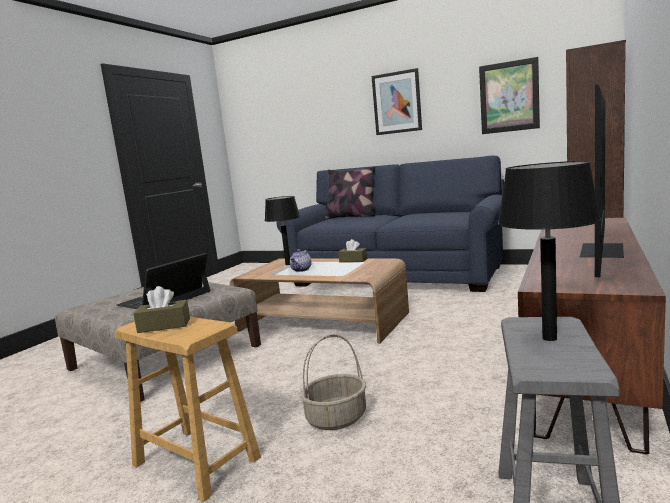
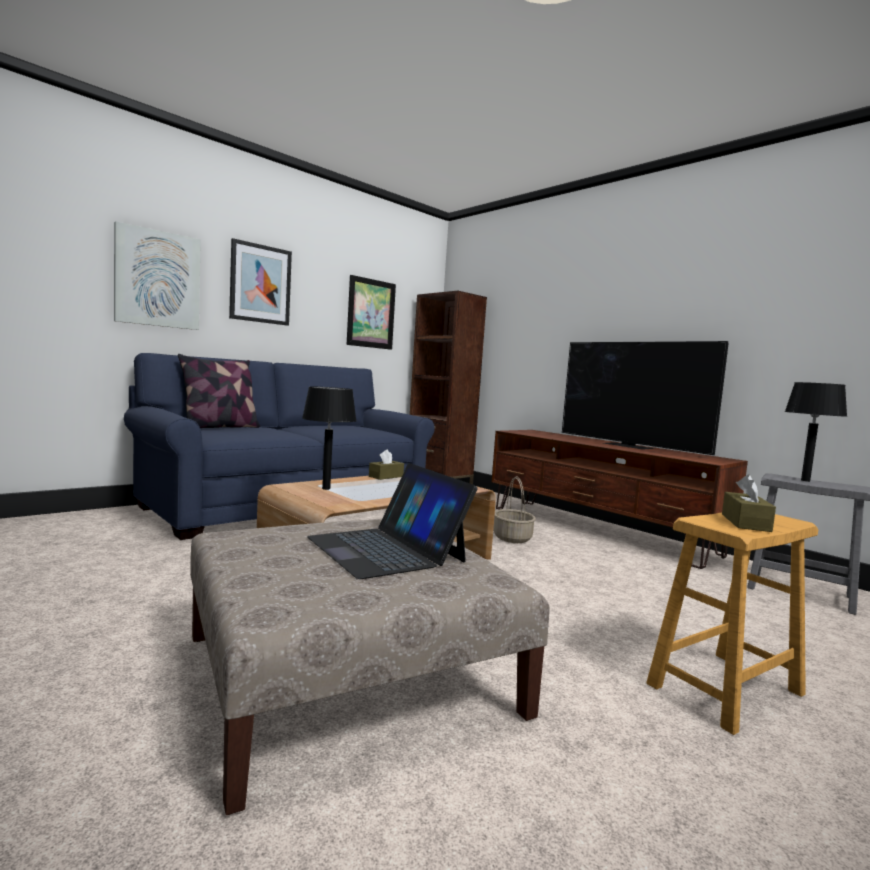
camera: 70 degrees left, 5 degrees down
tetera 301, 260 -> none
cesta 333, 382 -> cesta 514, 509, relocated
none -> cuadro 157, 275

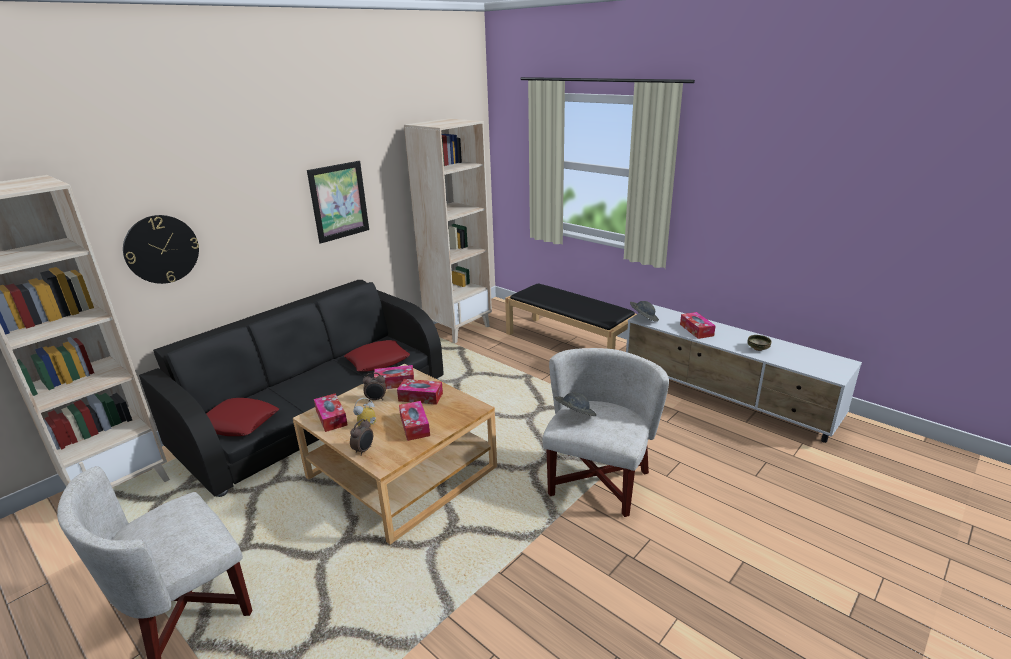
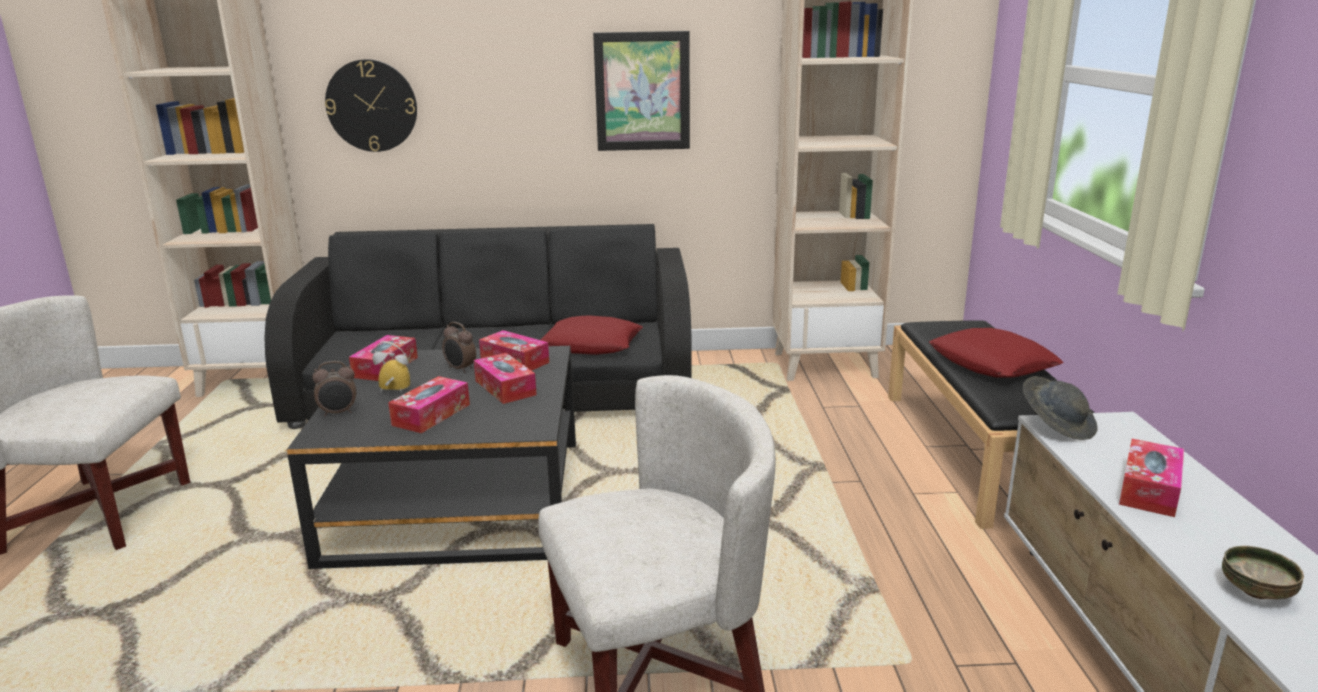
camera: 45 degrees right, 5 degrees down
cojín (rojo) 242, 417 -> cojín (rojo) 996, 353, relocated
mesa de centro (beis) 395, 454 -> mesa de centro (negro) 431, 457
sombrero (gris) 575, 404 -> none

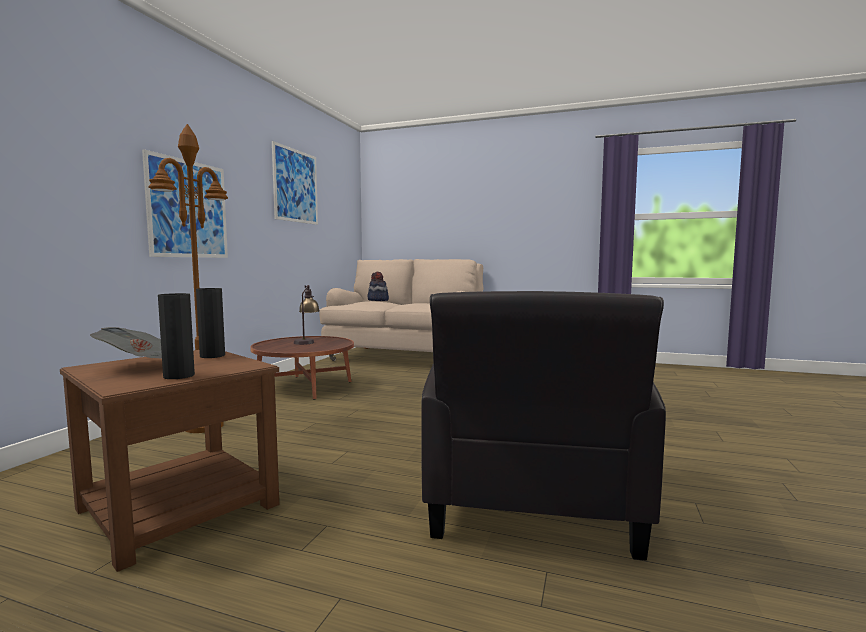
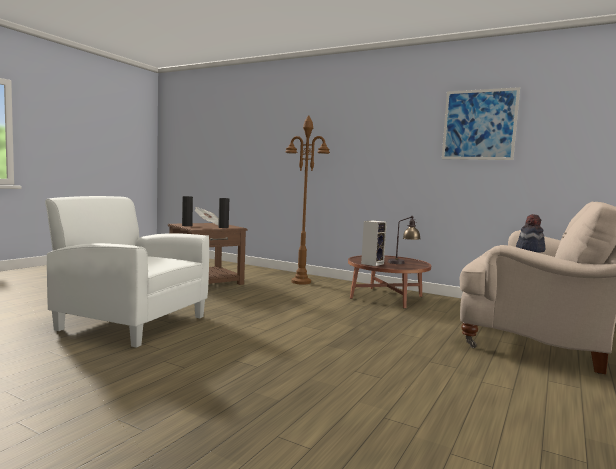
camera: 100 degrees right, 0 degrees up
cuadro 185, 203 -> none
sillón (negro) 543, 425 -> sillón (blanco) 127, 272
none -> altavoz 374, 243

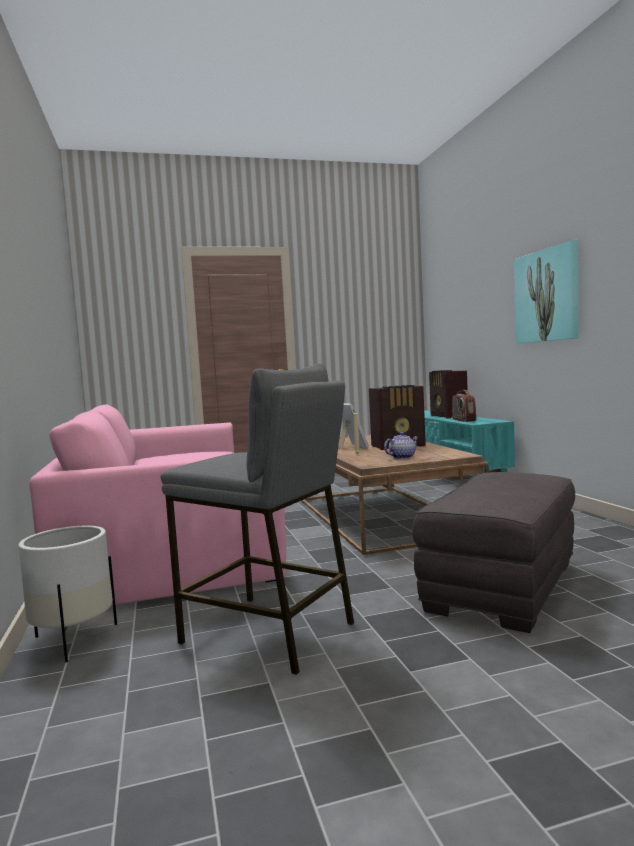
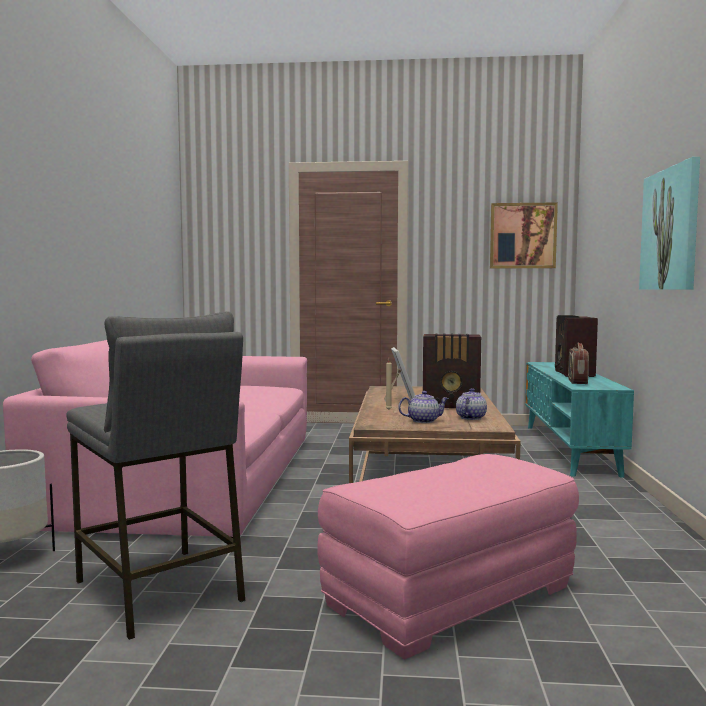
camera: 20 degrees right, 0 degrees up
puf (gris) 493, 552 -> puf (rosa) 448, 556
none -> tetera 471, 404
none -> cuadro 524, 235

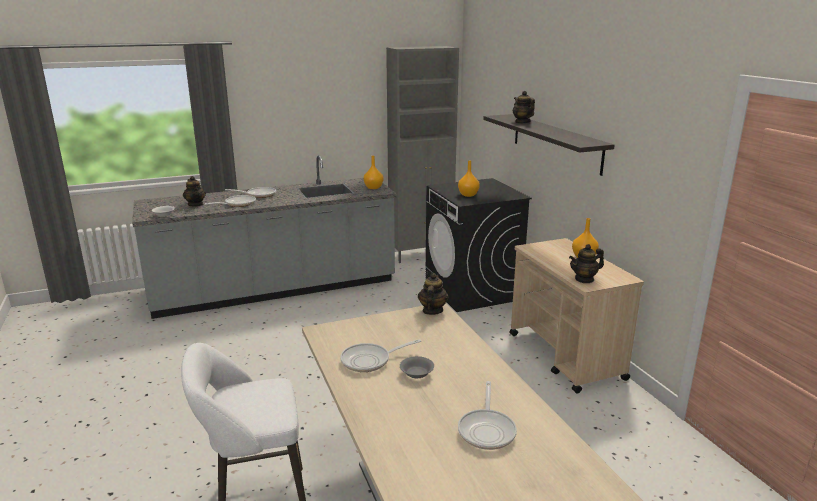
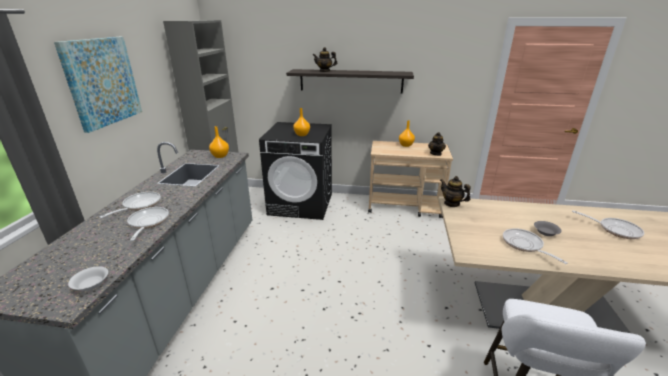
camera: 60 degrees left, 5 degrees up
tetera 194, 191 -> none
sartén 380, 355 -> sartén 535, 246, 150 degrees clockwise
none -> cuadro 98, 85

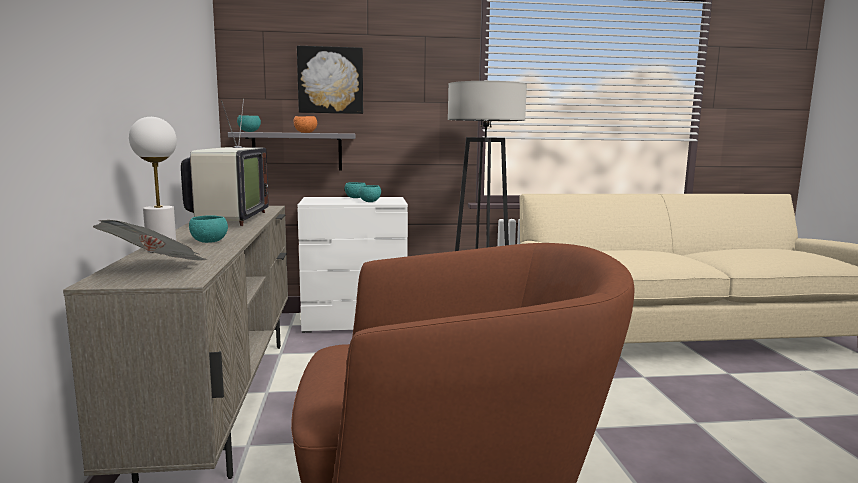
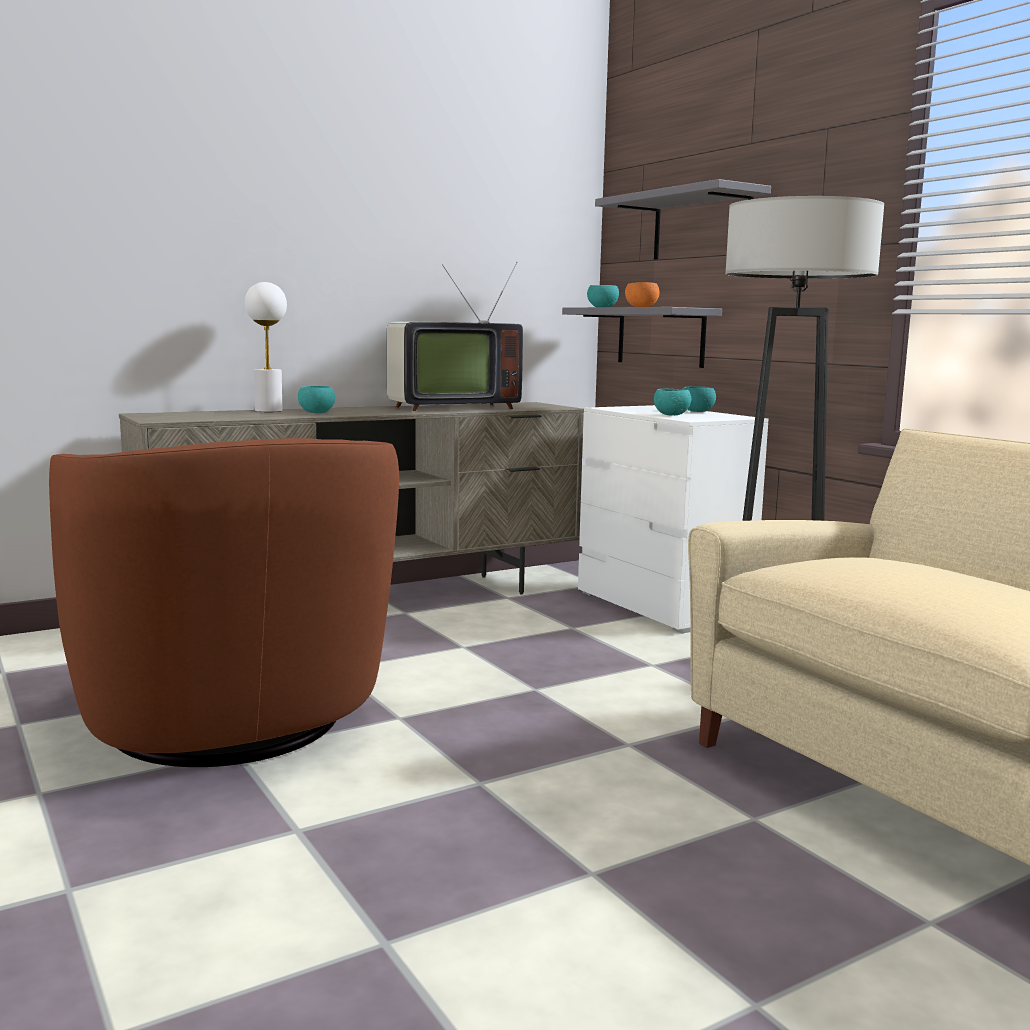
camera: 65 degrees right, 0 degrees up
periódico 150, 240 -> none
cuadro 330, 80 -> estante (gris) 683, 219

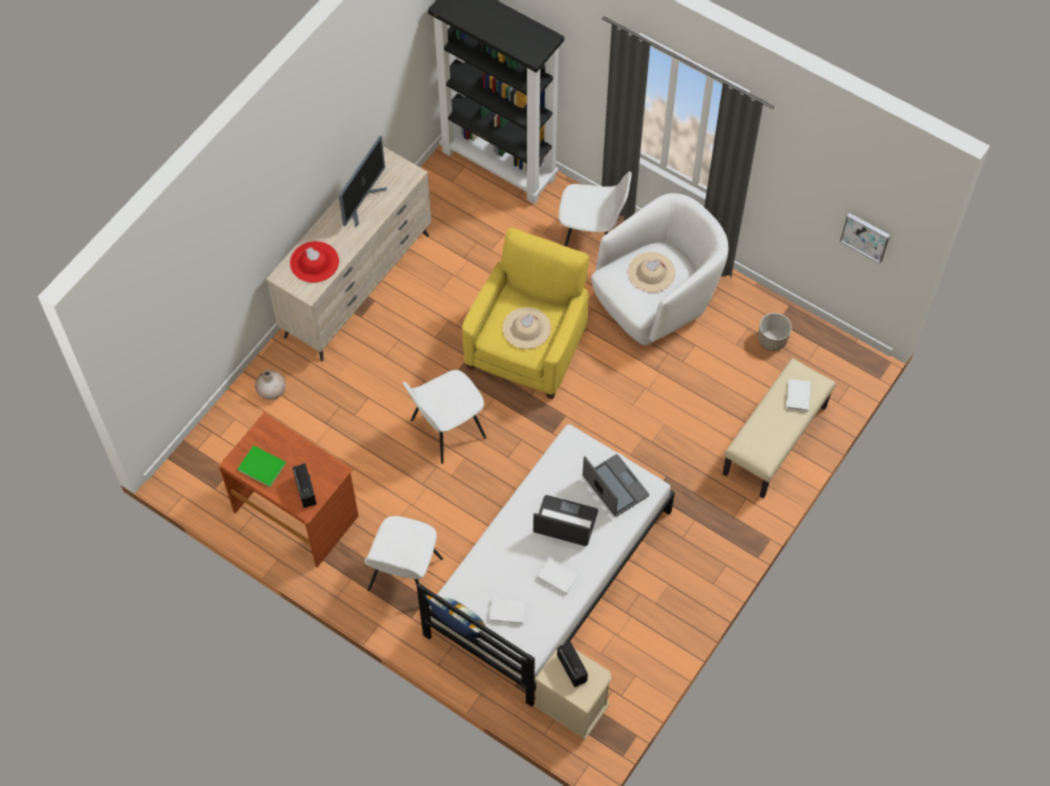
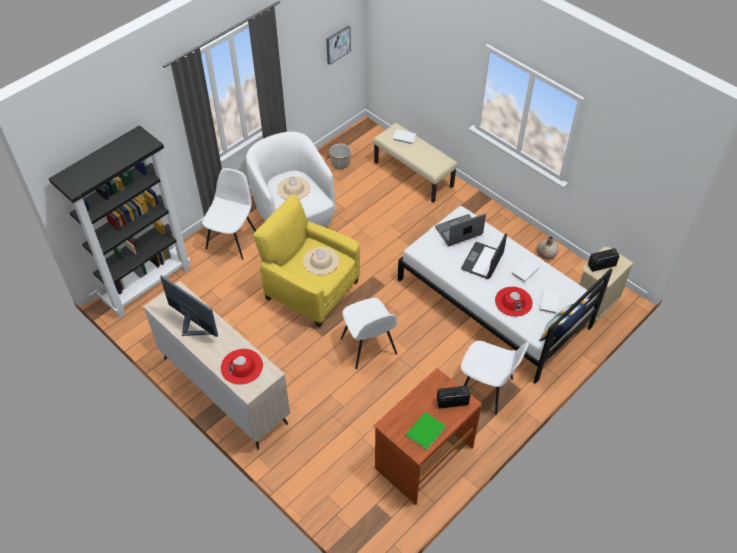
camera: 80 degrees left, 10 degrees down
florero (beis) 270, 385 -> florero (beis) 547, 248, relocated
none -> sombrero (rojo) 514, 301

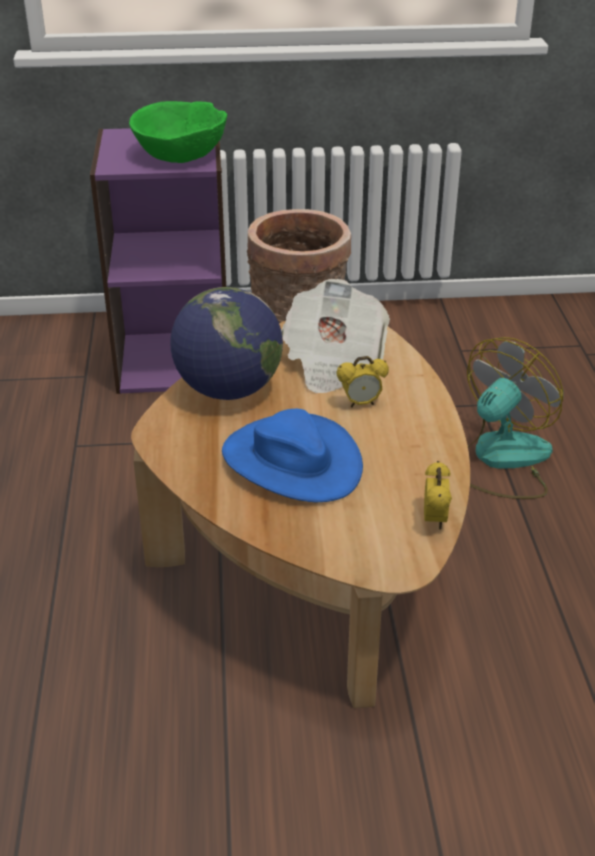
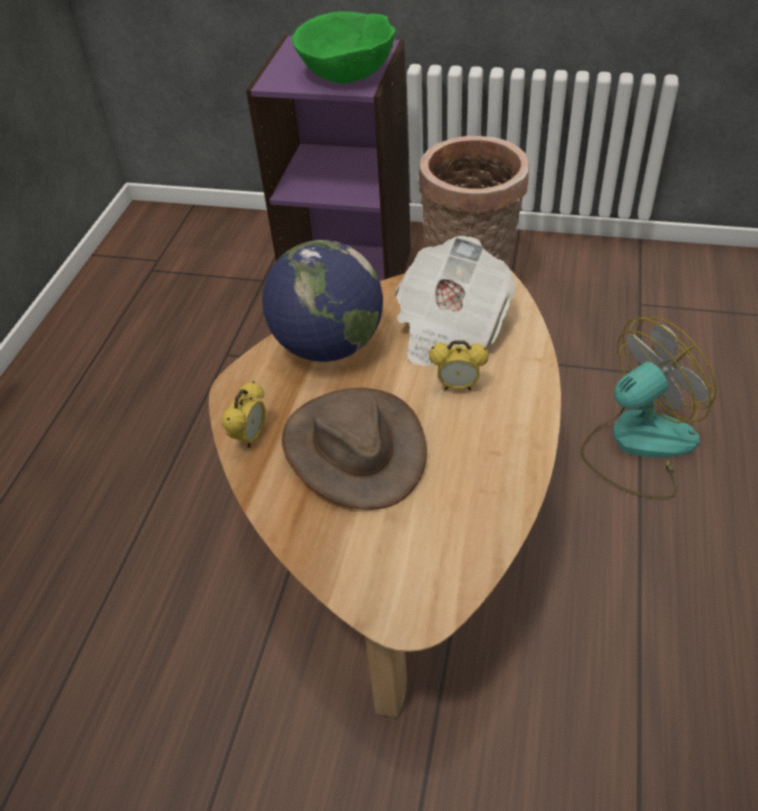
camera: 20 degrees right, 10 degrees up
sombrero (azul) 292, 455 -> sombrero (marrón) 353, 449
despertador 438, 495 -> despertador 244, 414, relocated

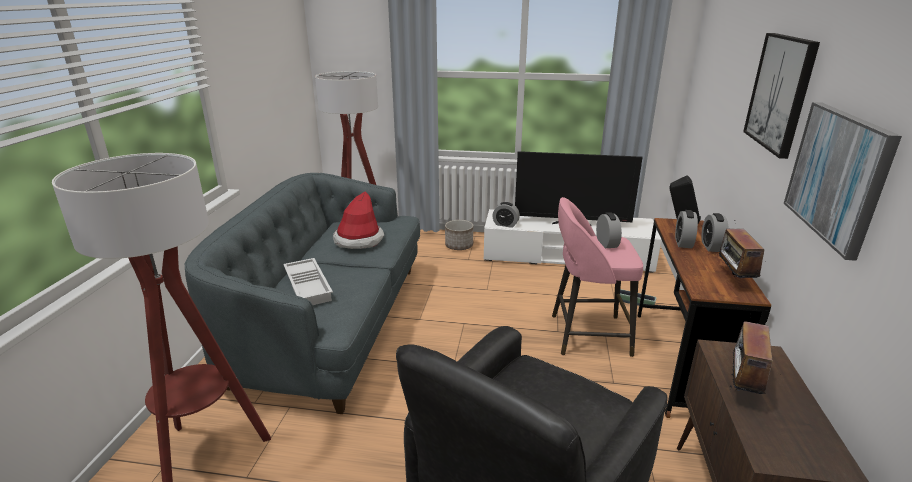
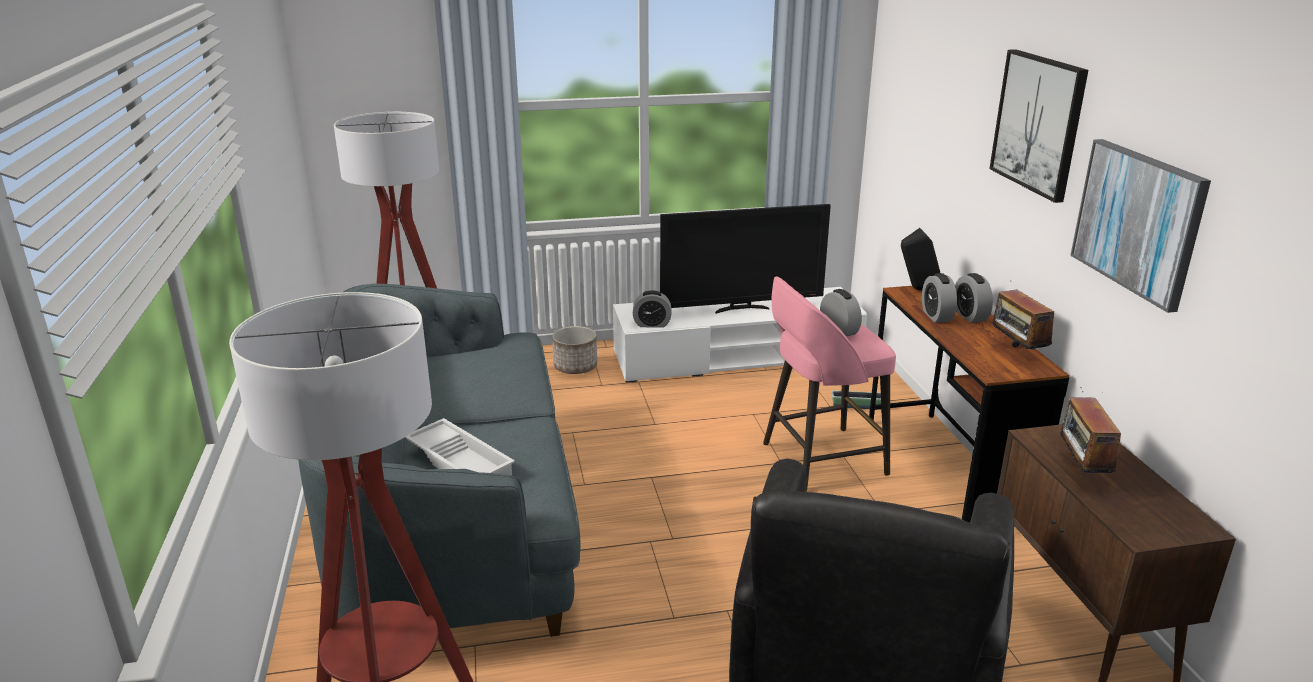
camera: 20 degrees left, 0 degrees up
sombrero 358, 220 -> none

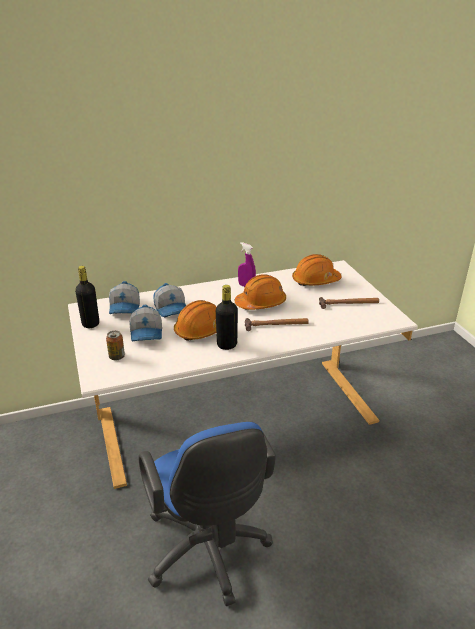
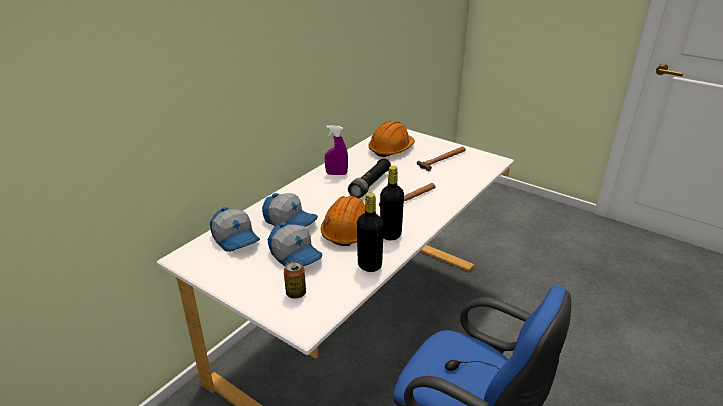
camera: 35 degrees left, 0 degrees up
botella (negro) 87, 297 -> botella (negro) 370, 232, relocated
casco (naranja) 260, 292 -> linterna (negro) 369, 178

